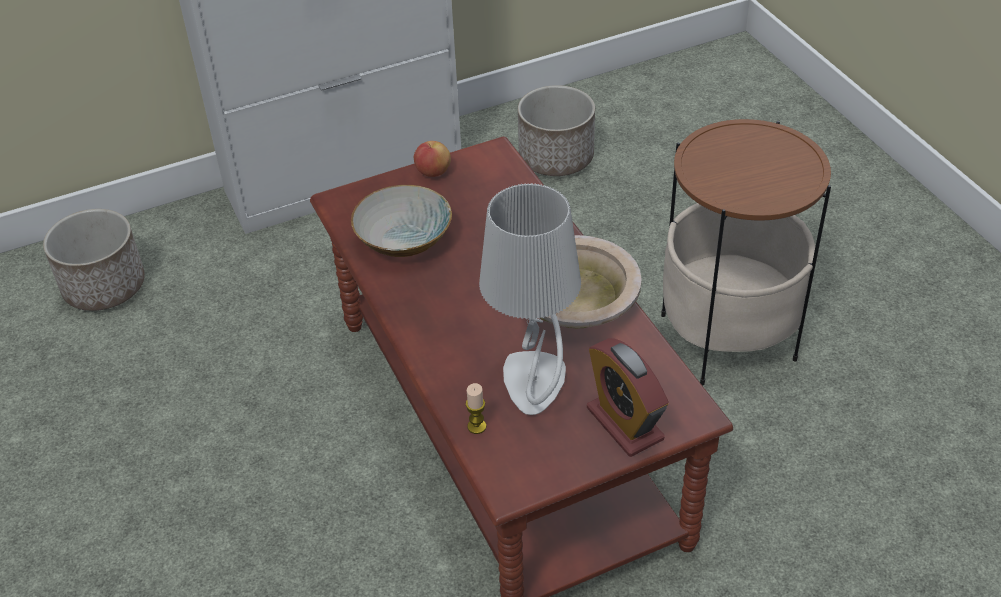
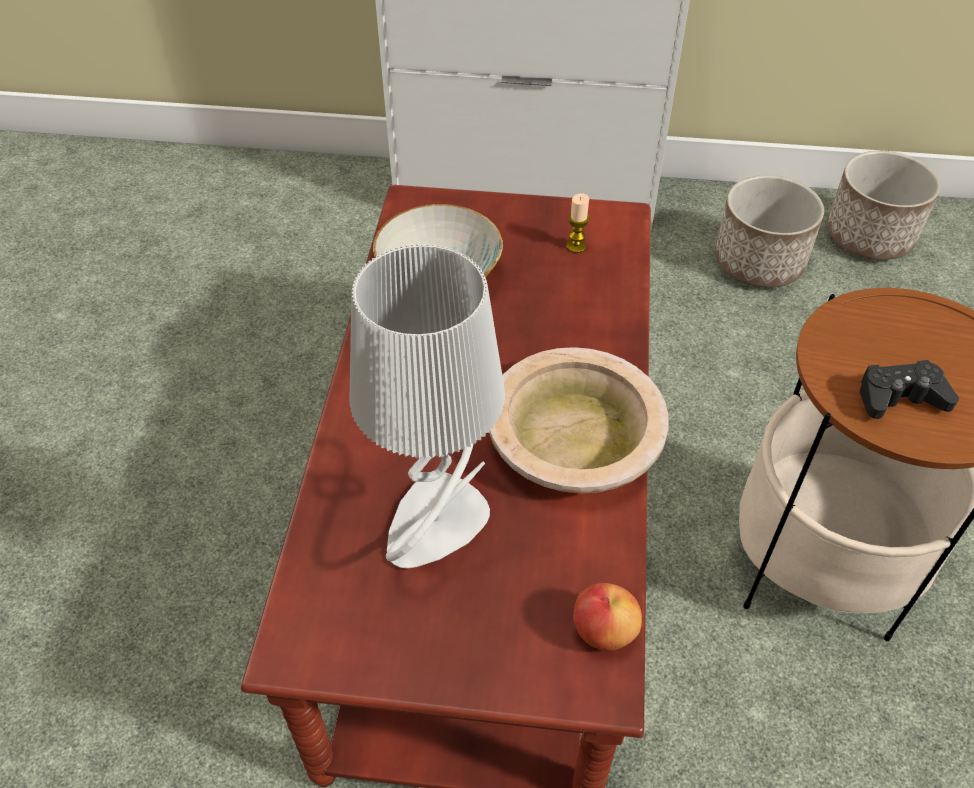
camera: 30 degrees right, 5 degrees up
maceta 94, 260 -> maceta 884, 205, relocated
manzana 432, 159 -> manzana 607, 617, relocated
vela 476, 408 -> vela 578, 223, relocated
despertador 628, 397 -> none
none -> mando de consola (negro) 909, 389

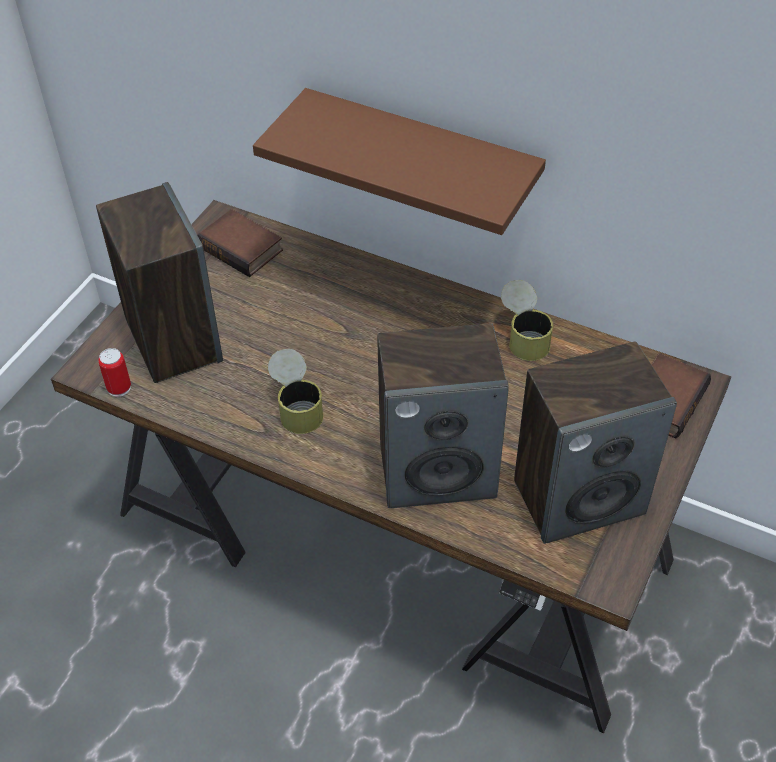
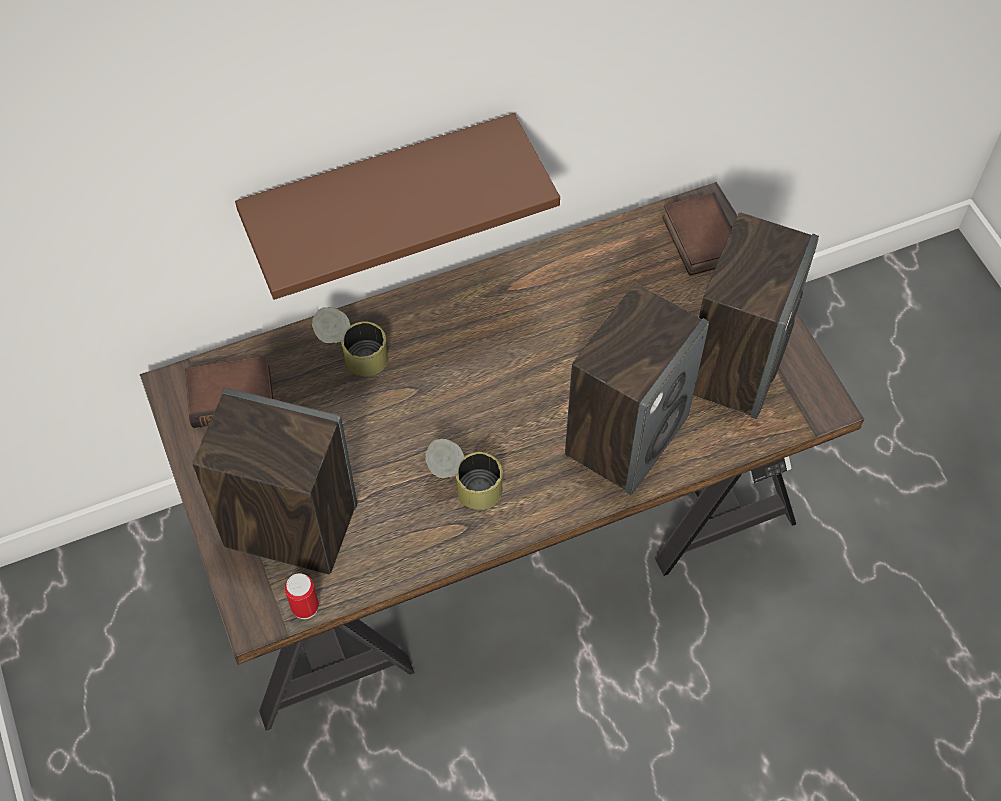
camera: 50 degrees left, 10 degrees up
lata 527, 320 -> lata 350, 342, relocated

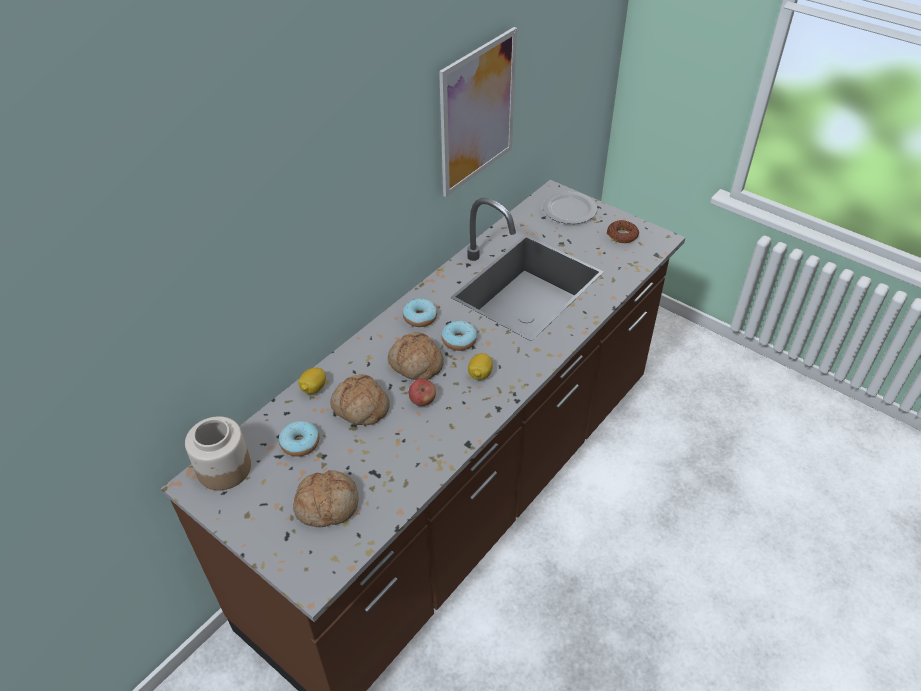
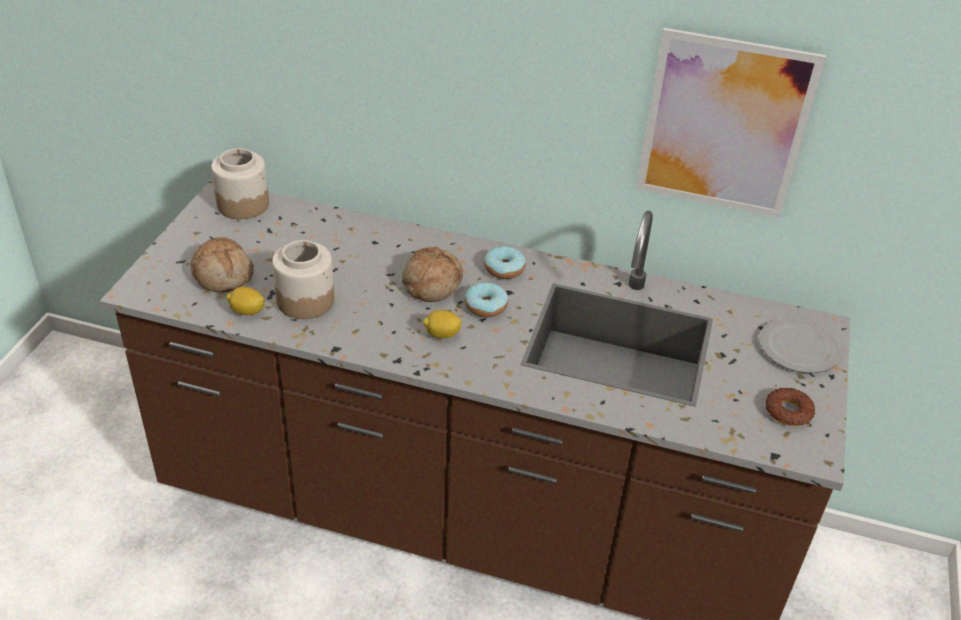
camera: 65 degrees right, 5 degrees down
rosquilla 299, 439 -> none
limón 312, 381 -> limón 245, 301, relocated
pan 360, 399 -> none
manzana 422, 392 -> none
none -> tarro 303, 279

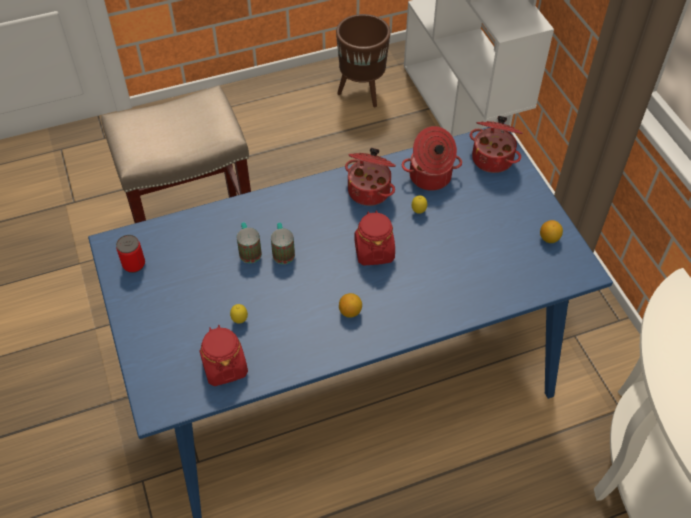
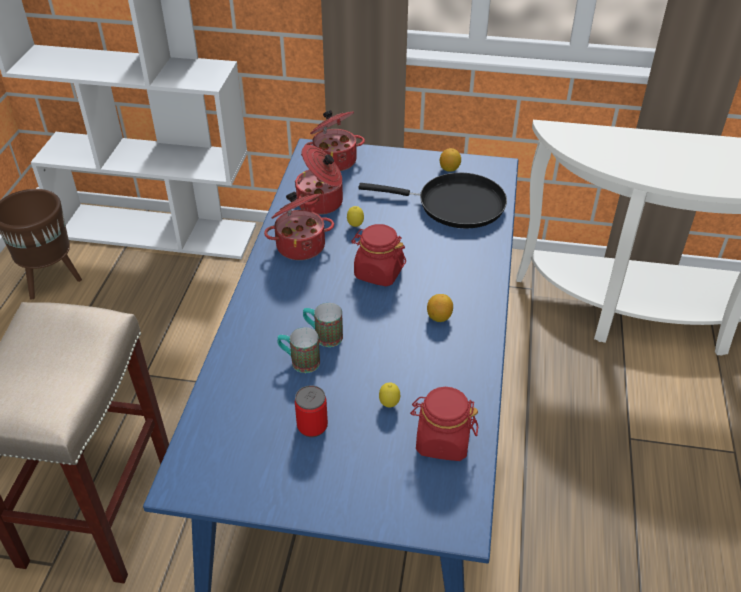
camera: 60 degrees left, 10 degrees down
lata 130, 254 -> lata 311, 411, relocated
none -> sartén (negro) 432, 200

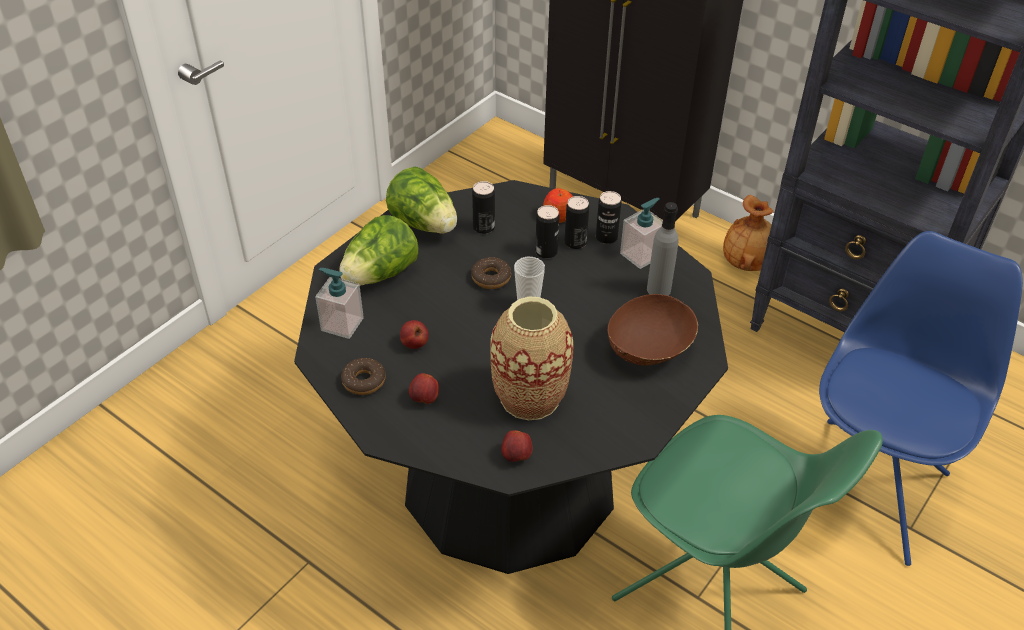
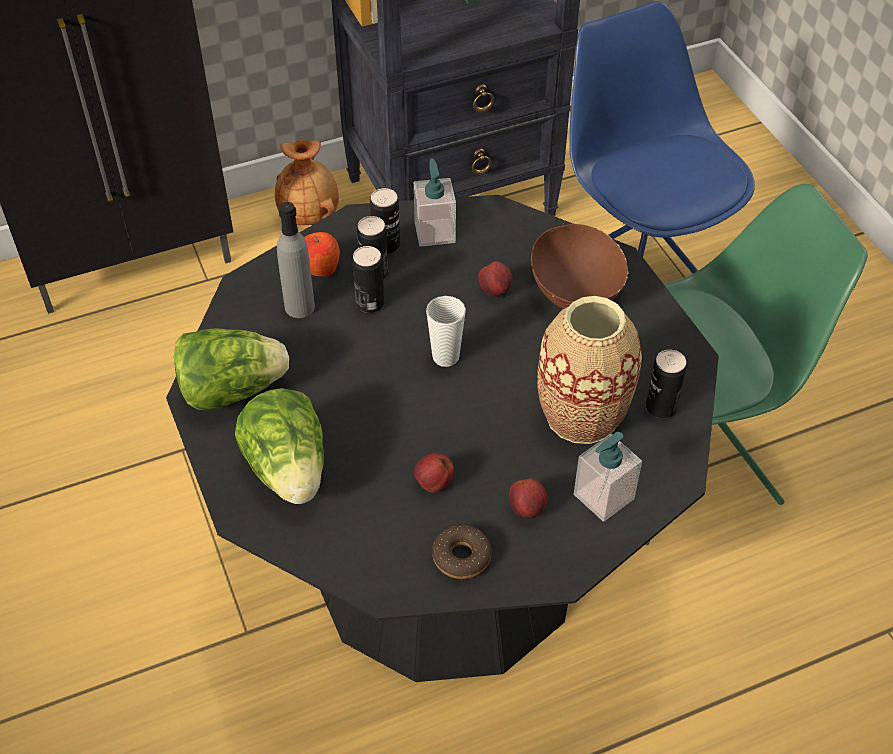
camera: 60 degrees left, 5 degrees up
dispensador de jabón 339, 303 -> dispensador de jabón 608, 477, relocated
rosquilla 491, 273 -> none
lata 483, 207 -> lata 666, 384, relocated
manzana 517, 446 -> manzana 495, 279, relocated
botella (gris) 662, 248 -> botella (gris) 296, 260, relocated

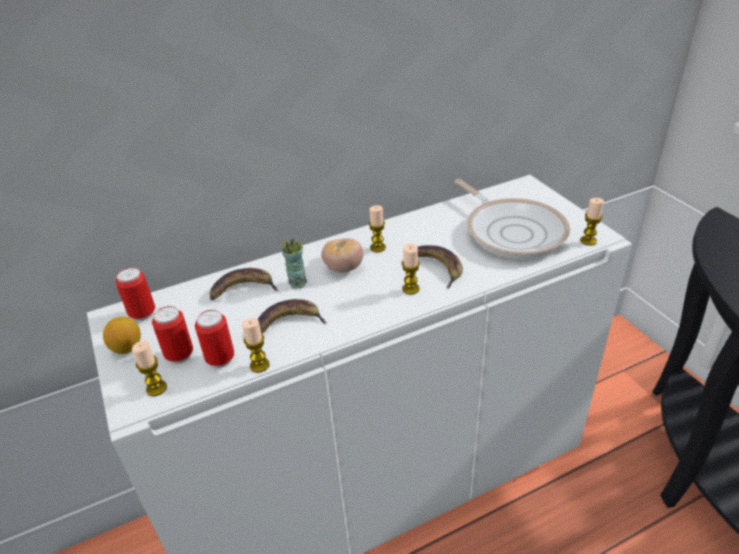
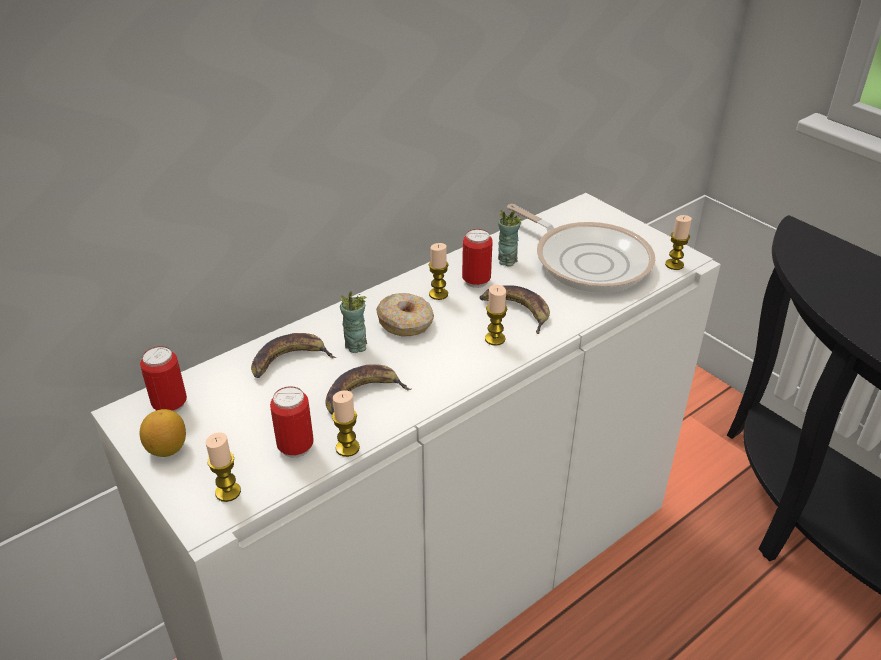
camera: 15 degrees left, 0 degrees up
lata 172, 335 -> lata 477, 258, relocated
tomate 342, 255 -> rosquilla 405, 315
none -> taza 510, 238

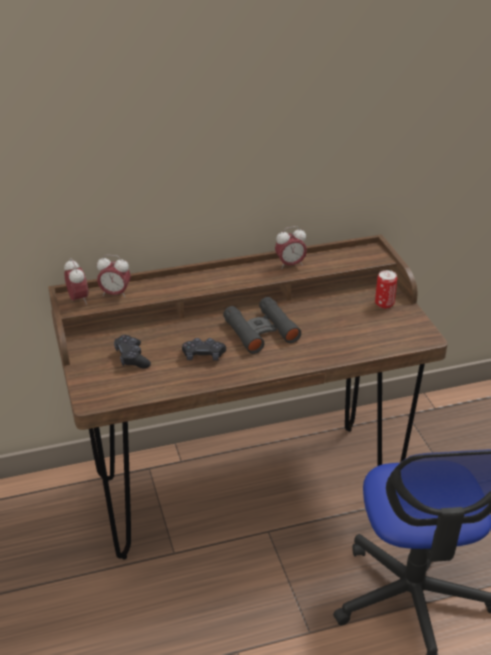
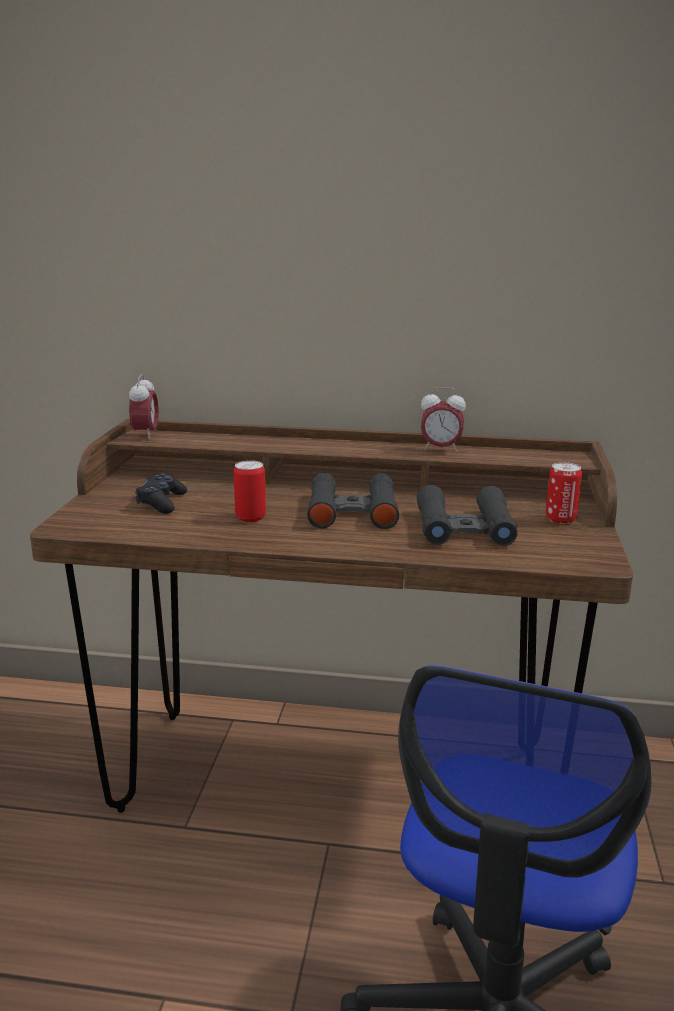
camera: 25 degrees right, 15 degrees down
despertador 114, 276 -> none
mando de consola (negro) 204, 349 -> lata 250, 491
none -> prismáticos (negro) 467, 515

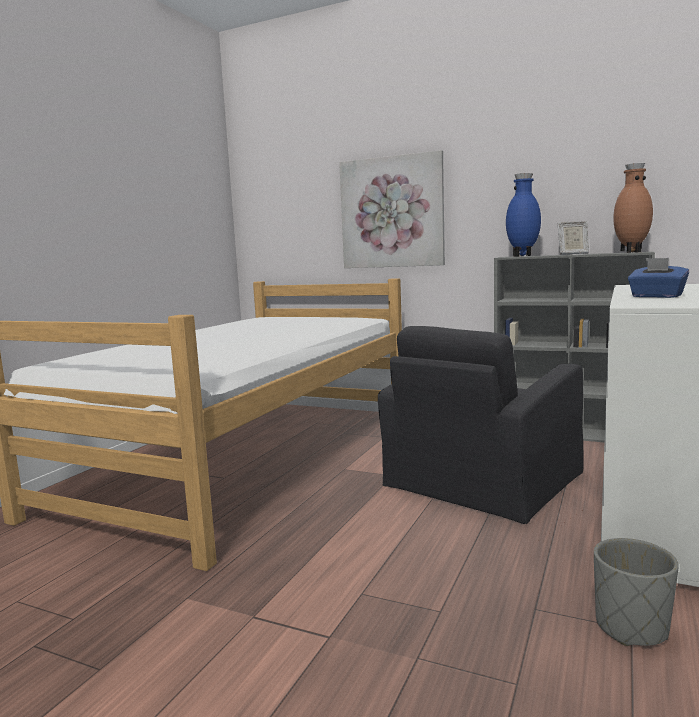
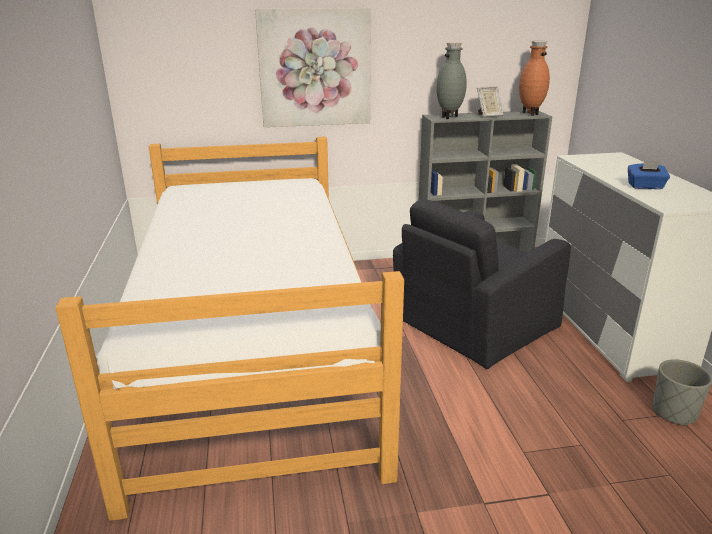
camera: 35 degrees left, 15 degrees up
sillón (negro) 480, 425 -> sillón (negro) 482, 284, 45 degrees clockwise
florero (azul) 523, 215 -> florero (gris) 452, 80

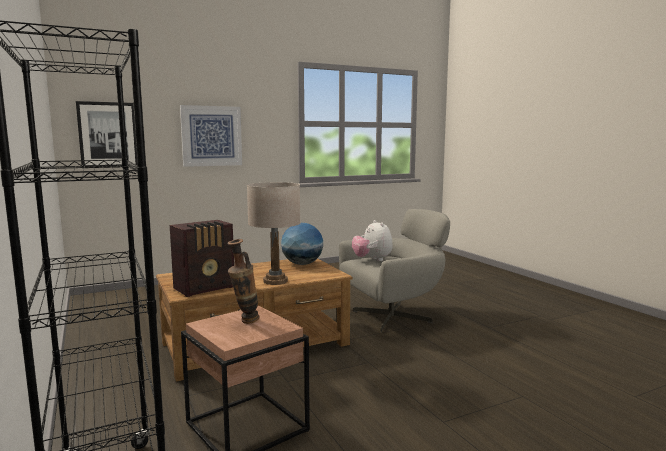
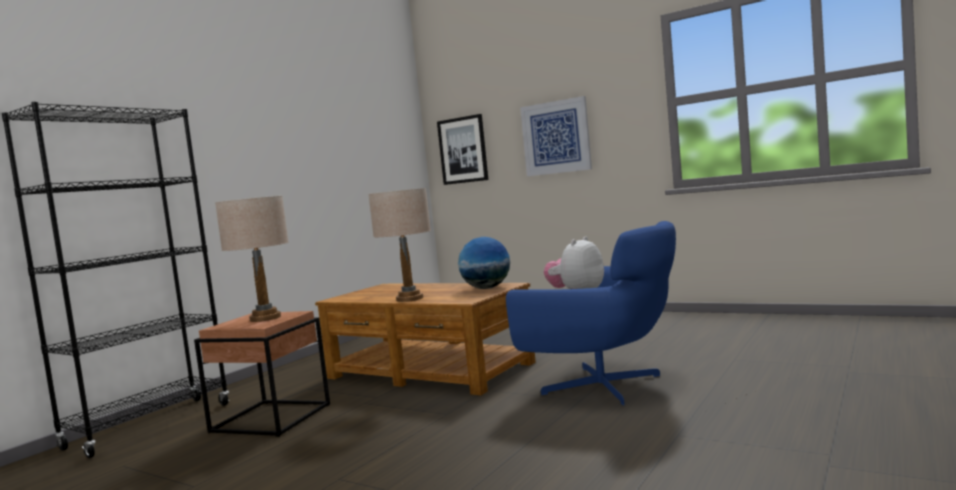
camera: 60 degrees right, 5 degrees down
radio 202, 258 -> none
florero 243, 281 -> lámpara de mesa (beis) 251, 259
sillón (gris) 394, 270 -> sillón (azul) 591, 313

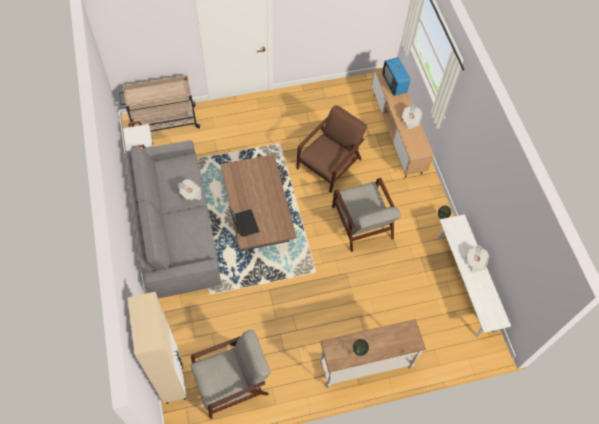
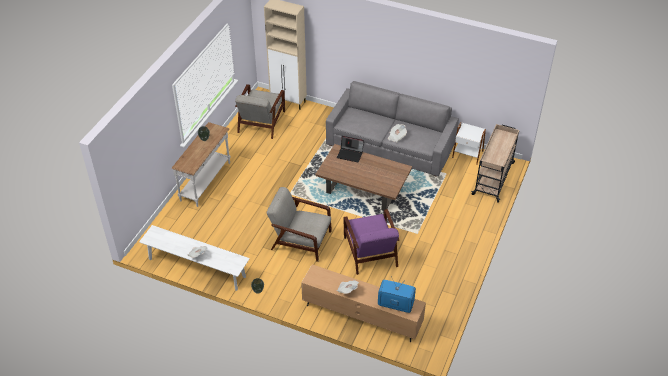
camera: 130 degrees right, 15 degrees down
sillón (marrón) 331, 149 -> sillón (morado) 371, 242

